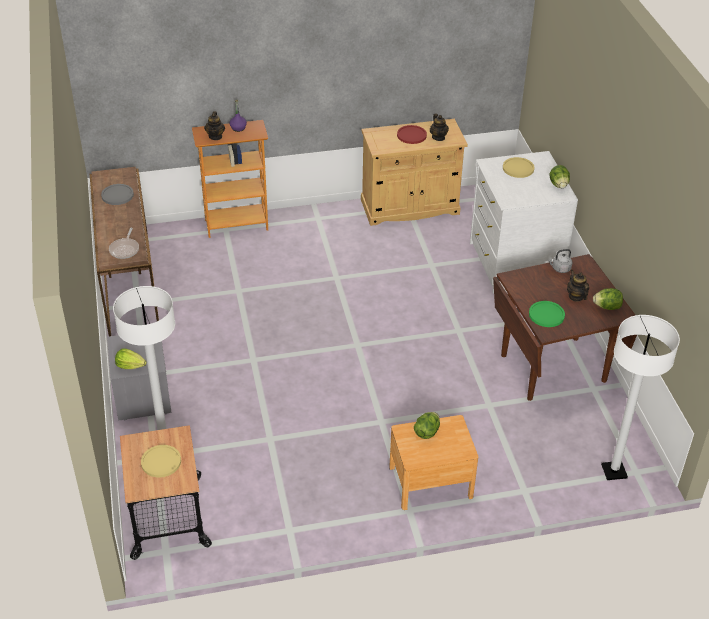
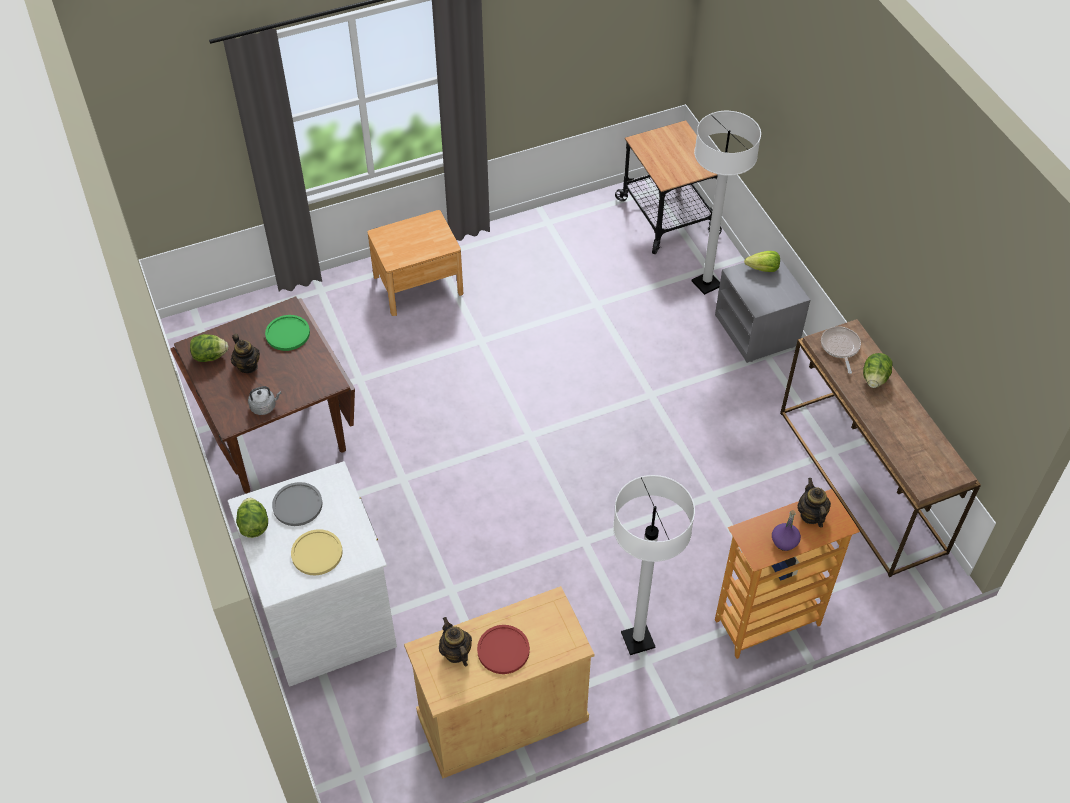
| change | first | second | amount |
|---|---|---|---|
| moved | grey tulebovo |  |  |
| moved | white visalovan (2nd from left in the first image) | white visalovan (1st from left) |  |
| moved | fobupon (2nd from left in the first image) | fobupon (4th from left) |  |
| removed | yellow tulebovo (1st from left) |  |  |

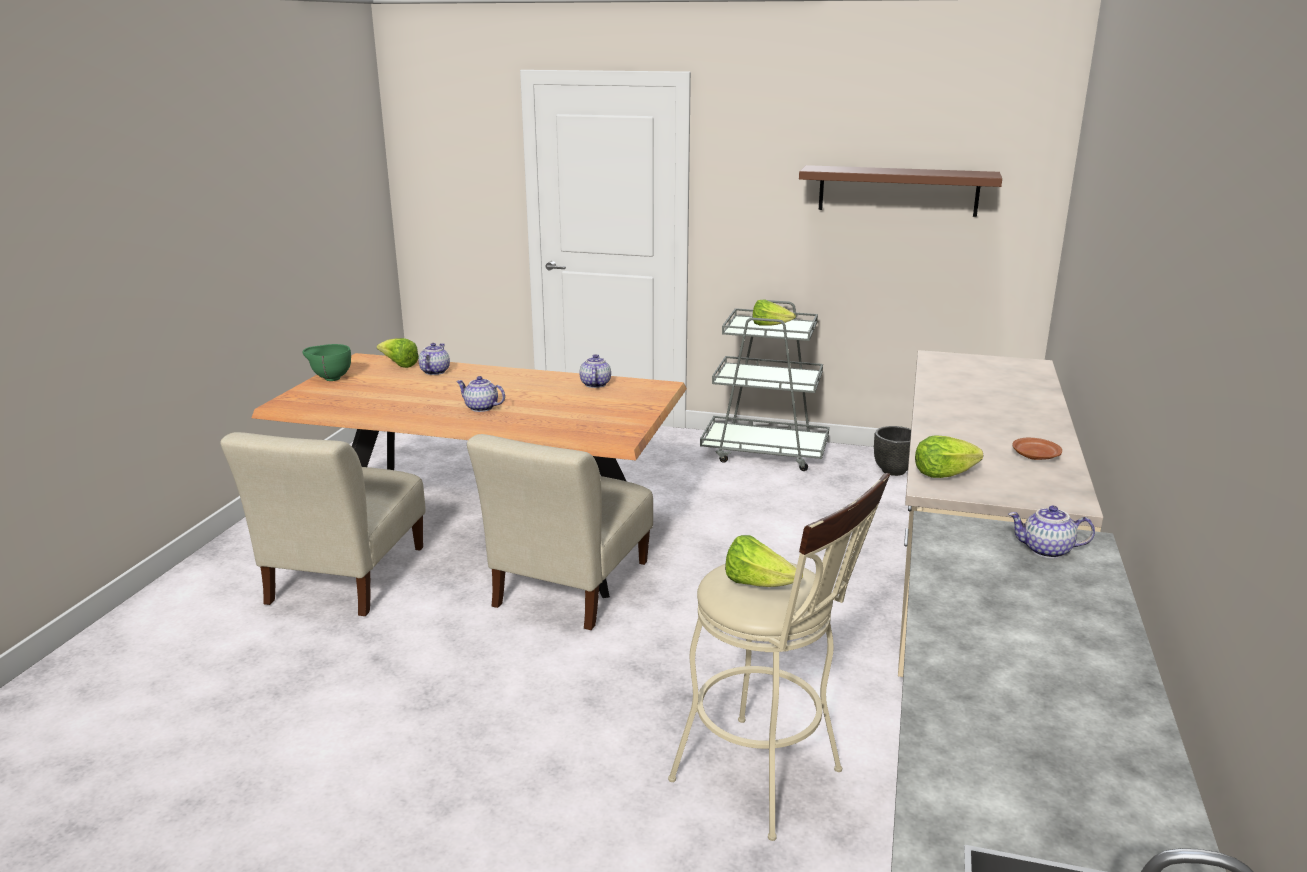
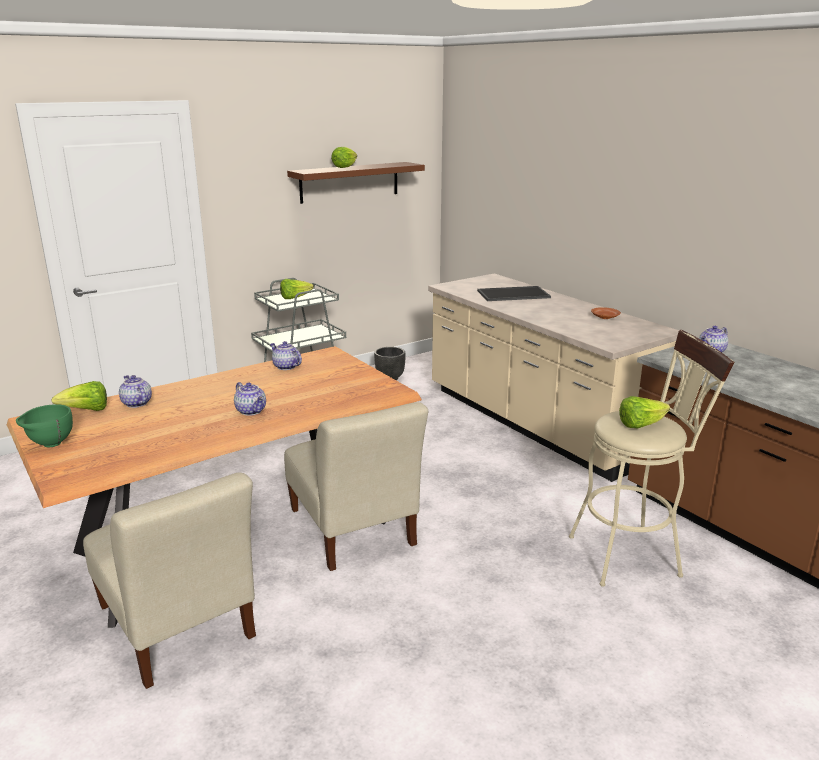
| change | first | second | amount |
|---|---|---|---|
| turned | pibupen (2nd from left) |  | 105 degrees counterclockwise |
| moved | fobupon (4th from left in the first image) | fobupon (3rd from left) |  |
| added |  | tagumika |  |

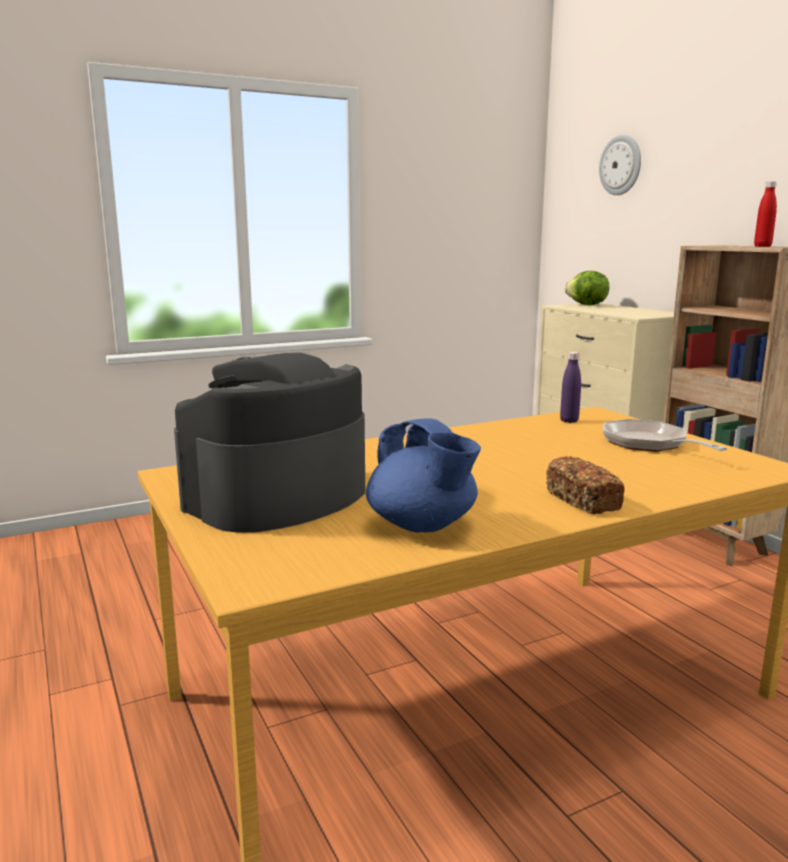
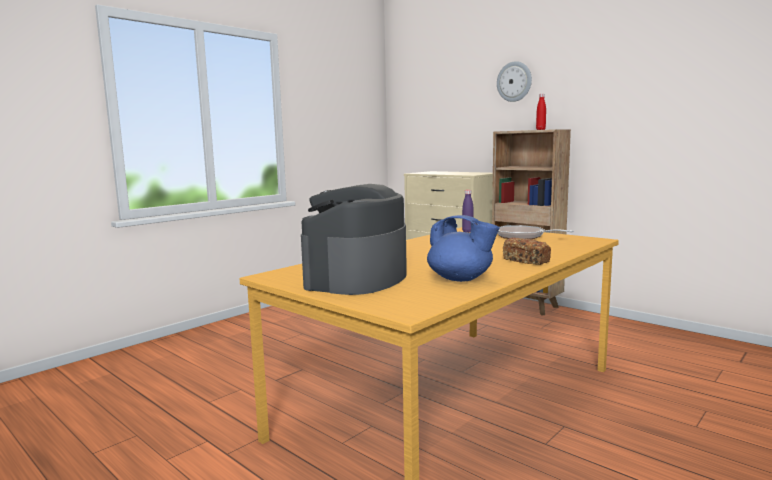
| change | first | second | amount |
|---|---|---|---|
| moved | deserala |  |  |
| removed | fobupon |  |  |

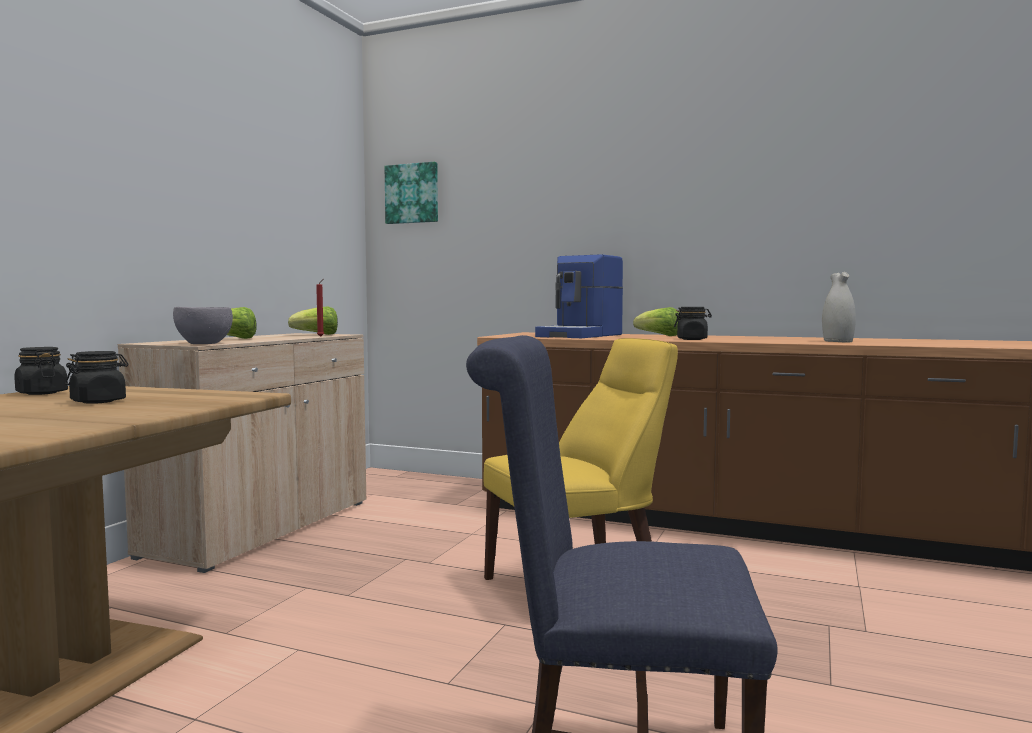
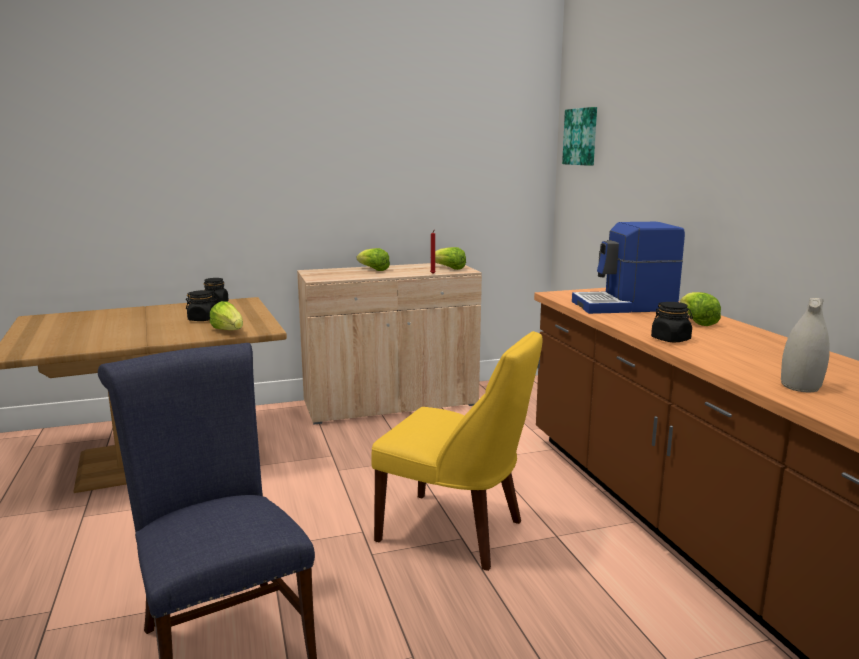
| change | first | second | amount |
|---|---|---|---|
| removed | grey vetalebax |  |  |
| added |  | fobupon (1st from left) |  |

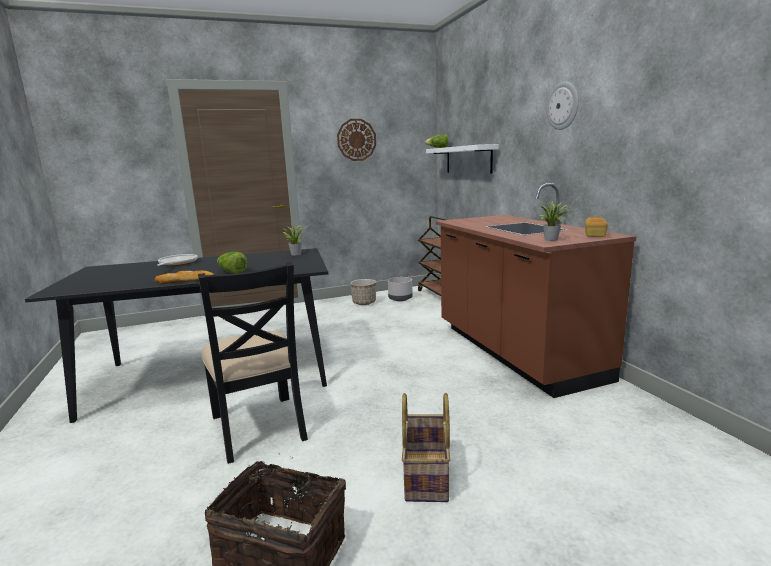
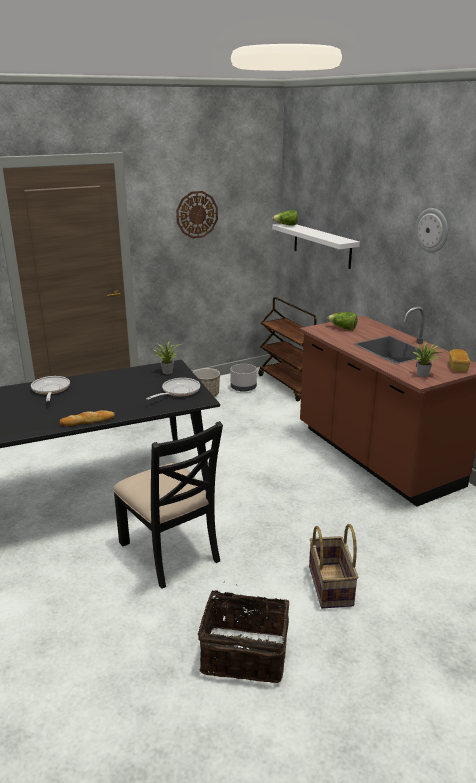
| change | first | second | amount |
|---|---|---|---|
| moved | fobupon (1st from left in the first image) | fobupon (2nd from left) |  |
| added |  | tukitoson (2nd from left) |  |

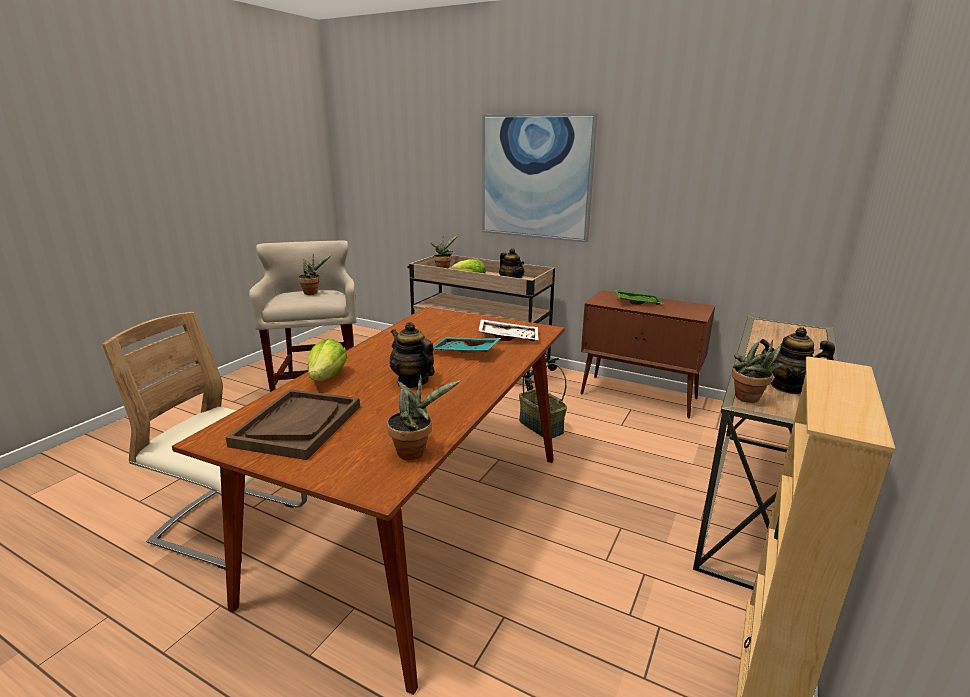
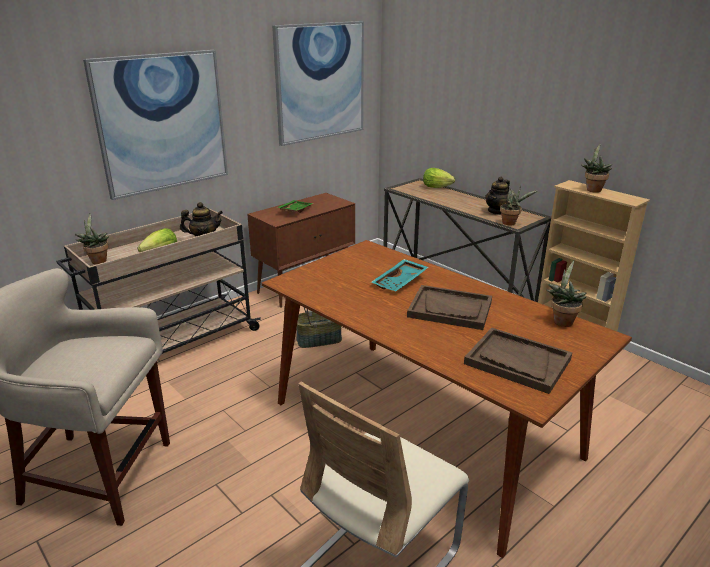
| change | first | second | amount |
|---|---|---|---|
| moved | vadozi (1st from left in the first image) | vadozi (4th from left) |  |
| removed | white tagumika |  |  |
| replaced | pibupen (1st from left) | brown tagumika (1st from left) |  |
| moved | fobupon (1st from left in the first image) | fobupon (2nd from left) |  |
| added |  | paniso (2nd from left) |  |

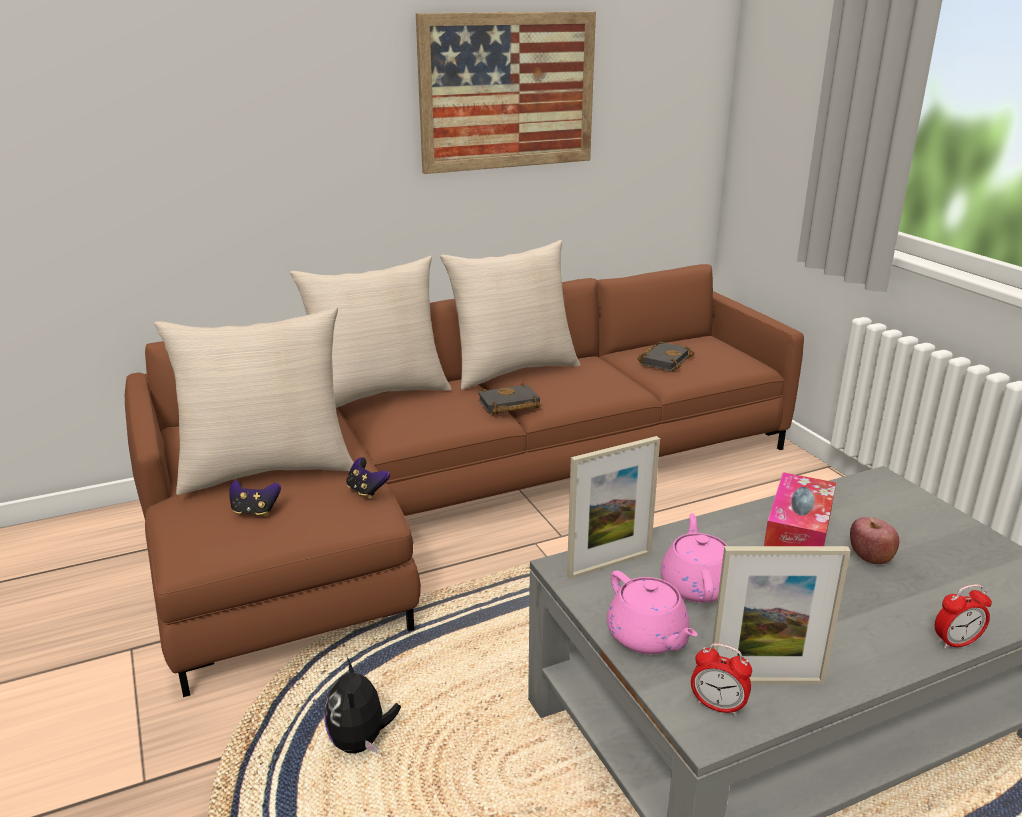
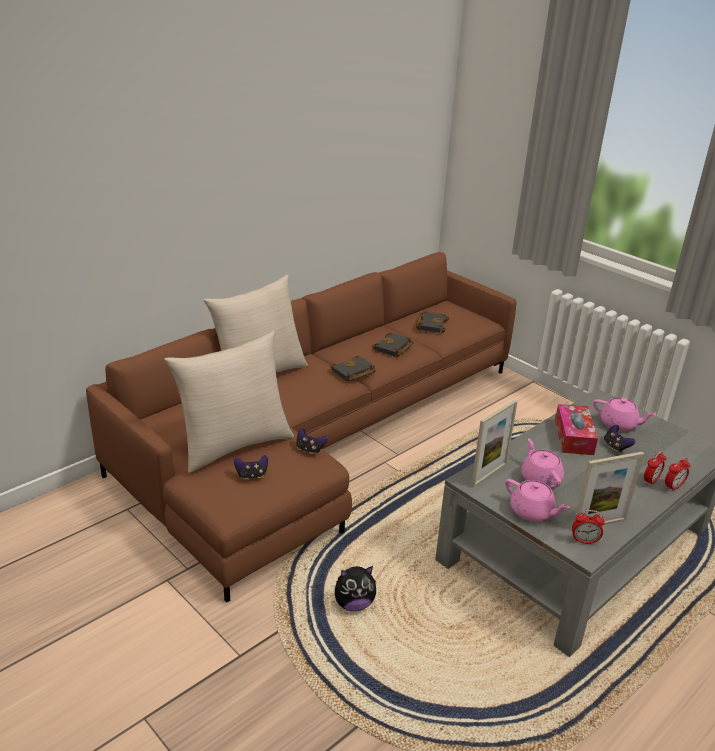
| change | first | second | amount |
|---|---|---|---|
| removed | paniso |  |  |
| removed | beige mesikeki (3rd from left) |  |  |
| replaced | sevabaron | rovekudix (3rd from left) |  |
| turned | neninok |  | 75 degrees counterclockwise |
| added |  | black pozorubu (2nd from left) |  |
| added |  | pink pibupen (3rd from left) |  |
| added |  | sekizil (2nd from left) |  |

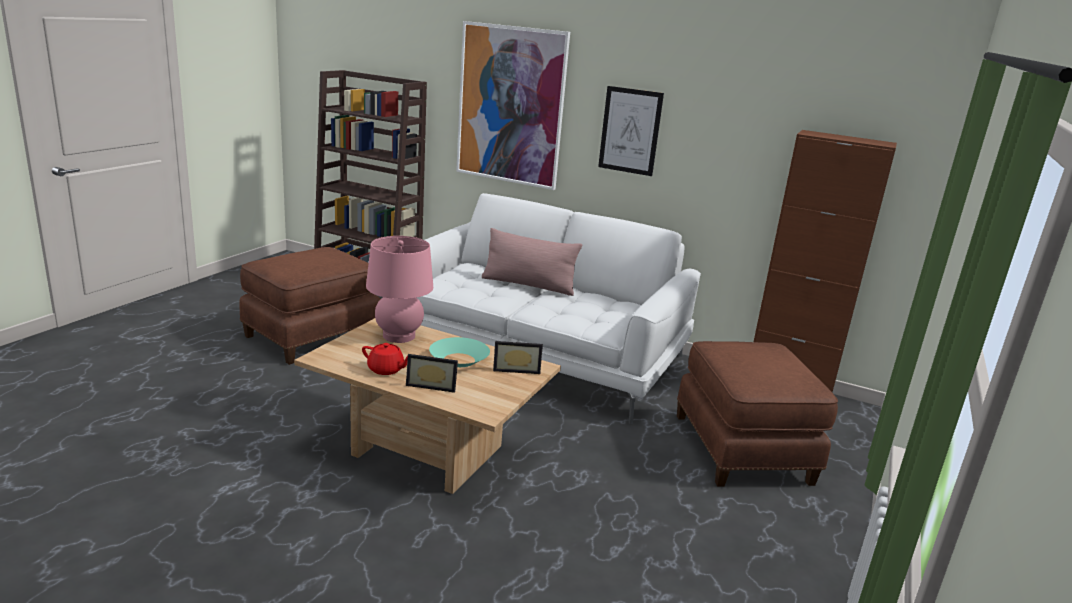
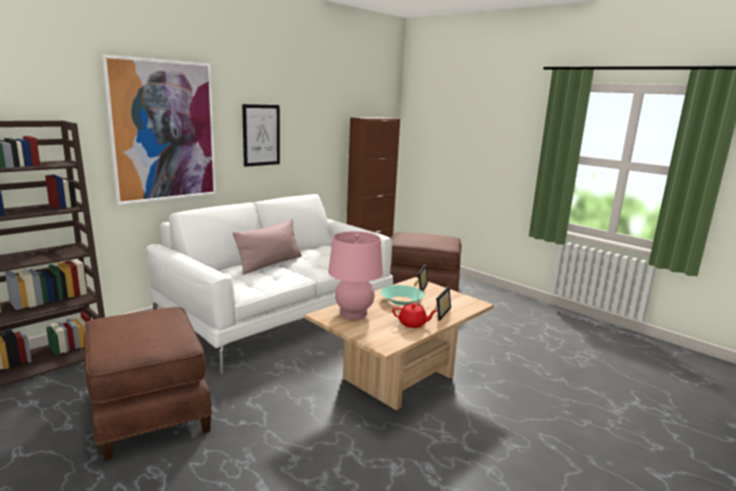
| change | first | second | amount |
|---|---|---|---|
| turned | red pibupen |  | 60 degrees clockwise |

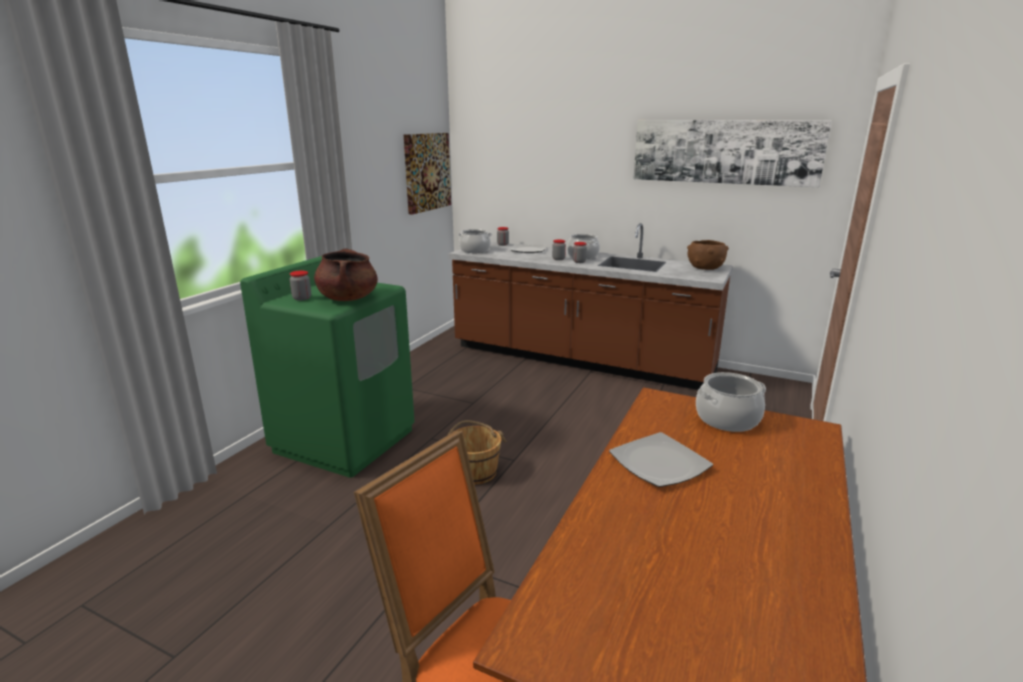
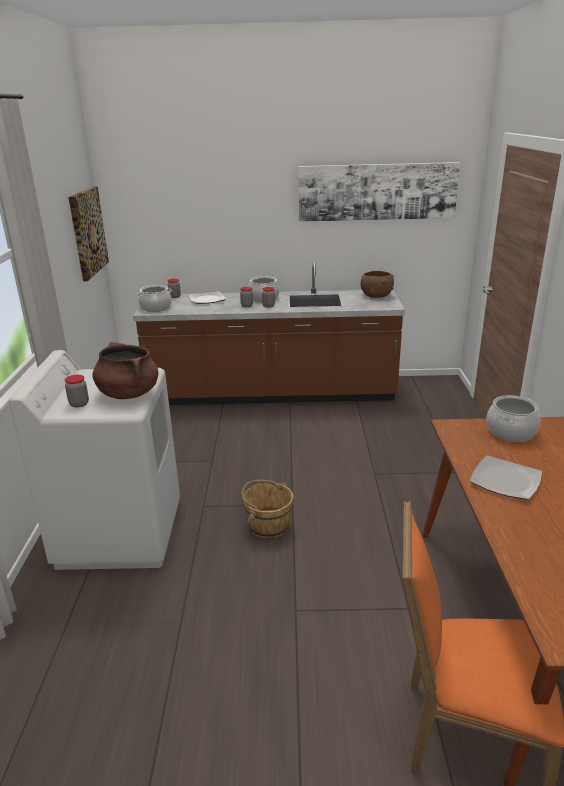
| change | first | second | amount |
|---|---|---|---|
| recoloured | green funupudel | white funupudel |  |

